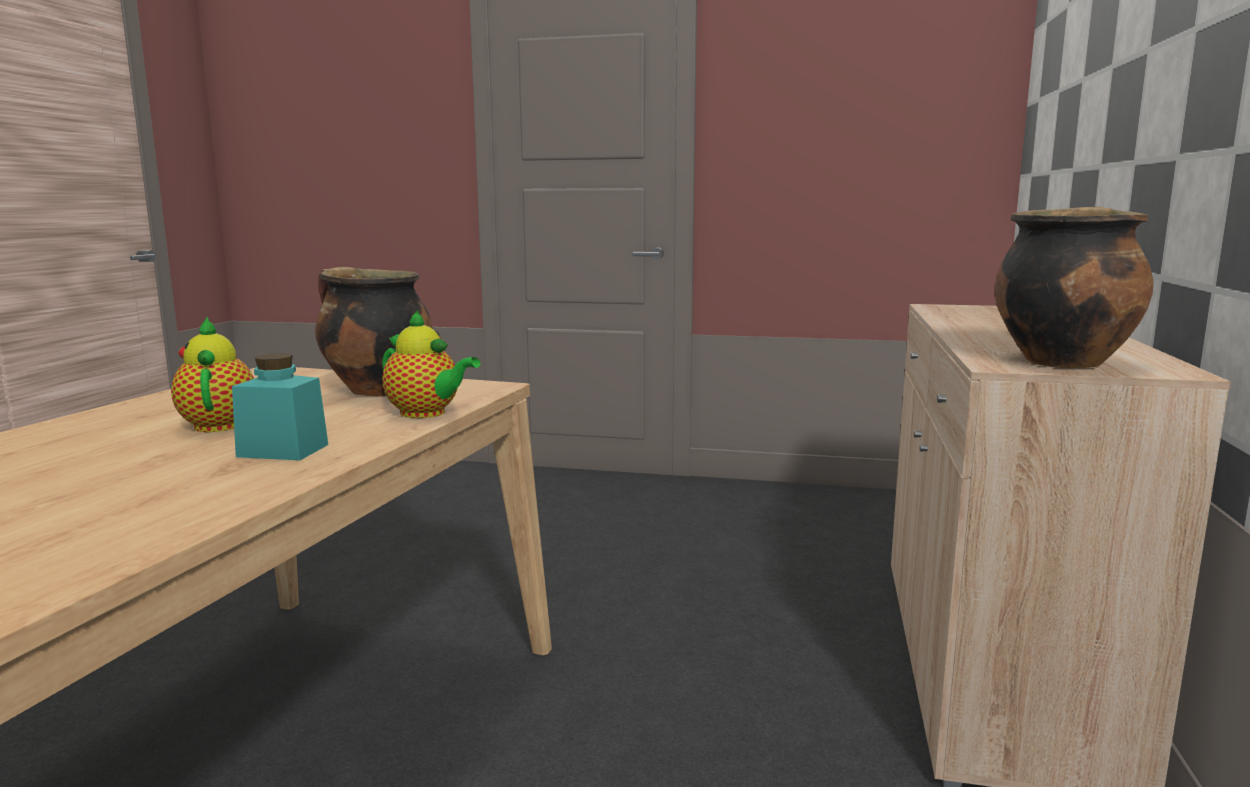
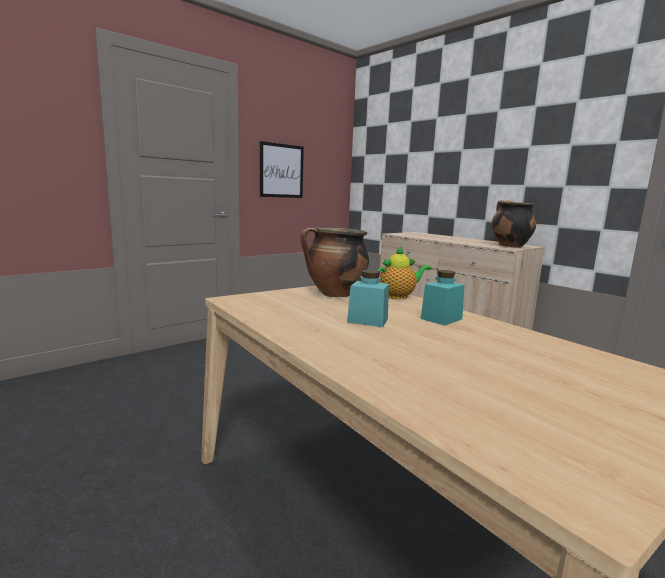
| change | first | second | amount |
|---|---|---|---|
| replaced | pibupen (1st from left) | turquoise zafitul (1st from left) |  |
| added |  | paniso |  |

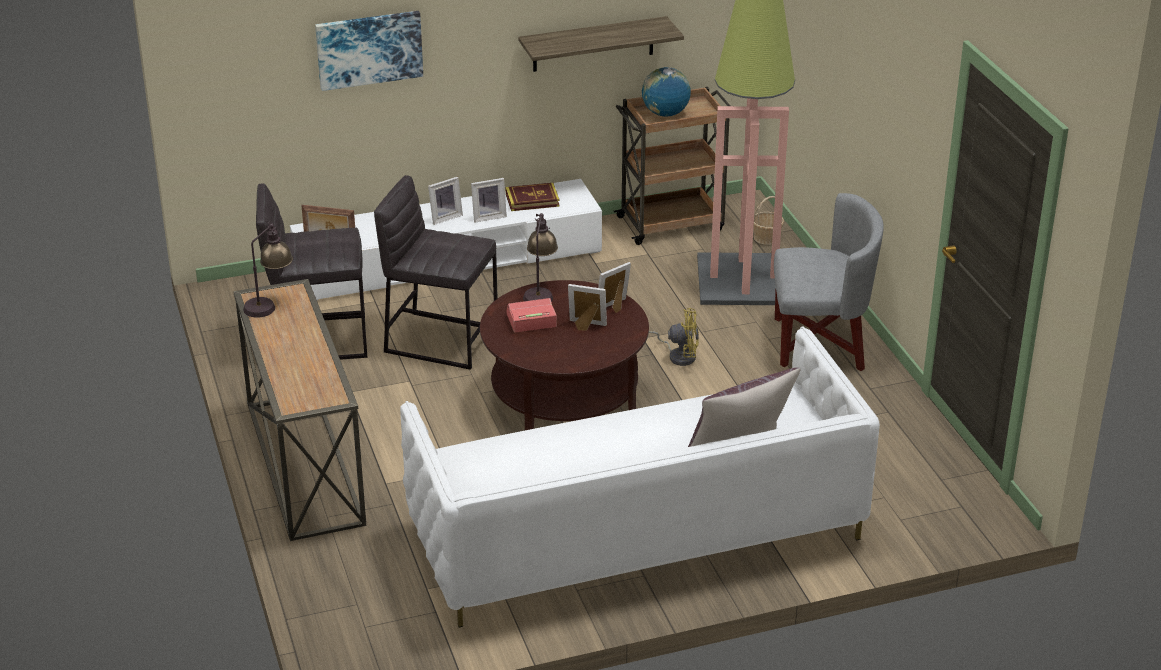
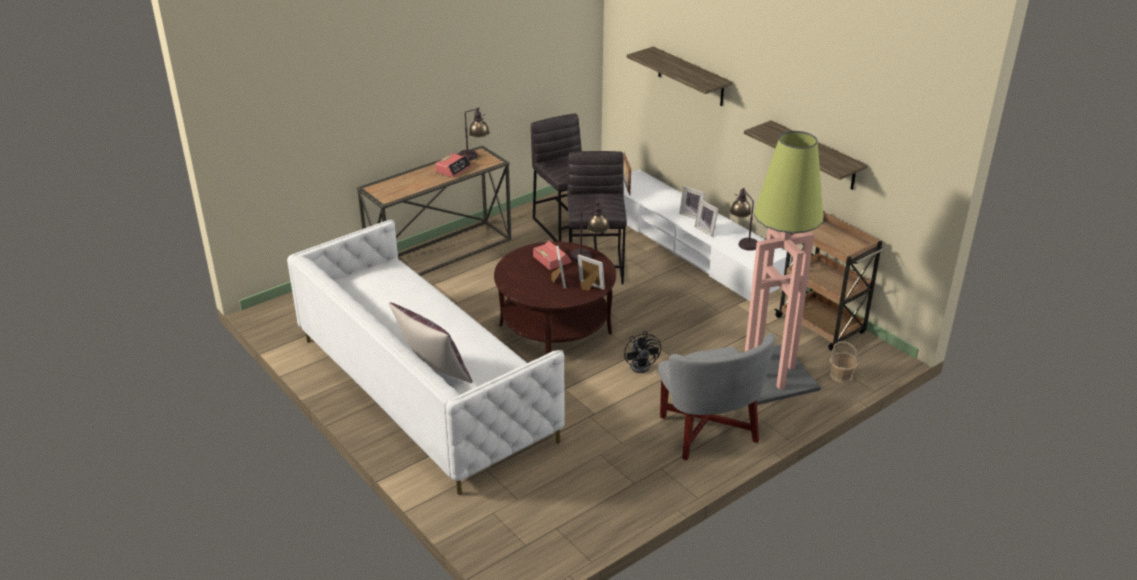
| change | first | second | amount |
|---|---|---|---|
| replaced | paniso | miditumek (1st from left) |  |
| removed | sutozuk |  |  |
| replaced | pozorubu | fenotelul (3rd from left) |  |
| recoloured | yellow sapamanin | black sapamanin |  |
| added |  | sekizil (1st from left) |  |

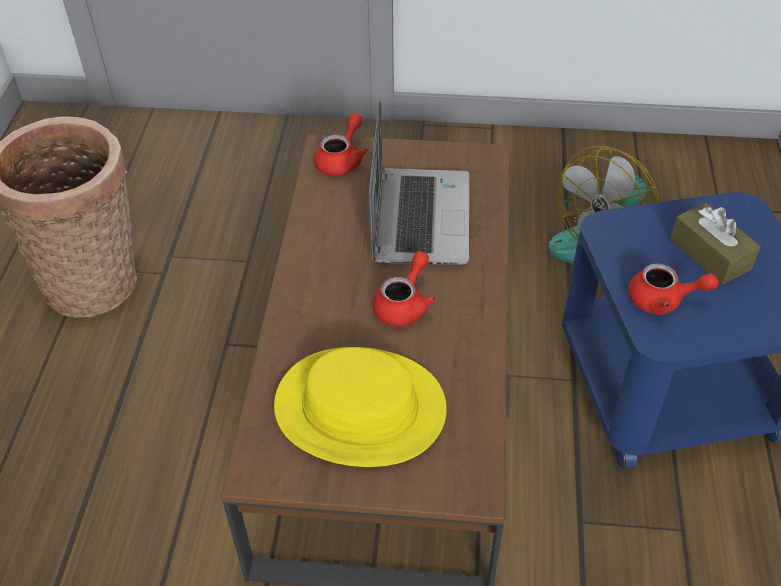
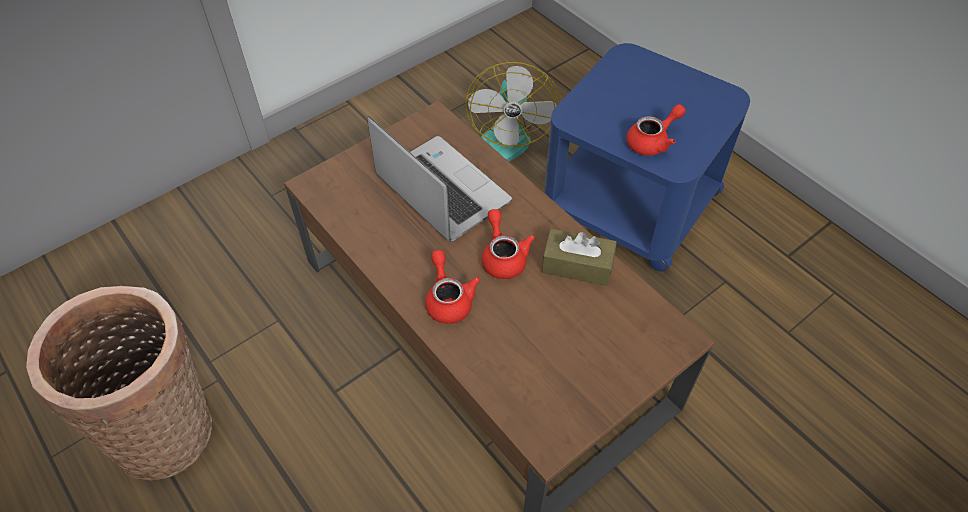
| change | first | second | amount |
|---|---|---|---|
| moved | red pibupen (1st from left) |  |  |
| moved | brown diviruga |  |  |
| removed | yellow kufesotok |  |  |

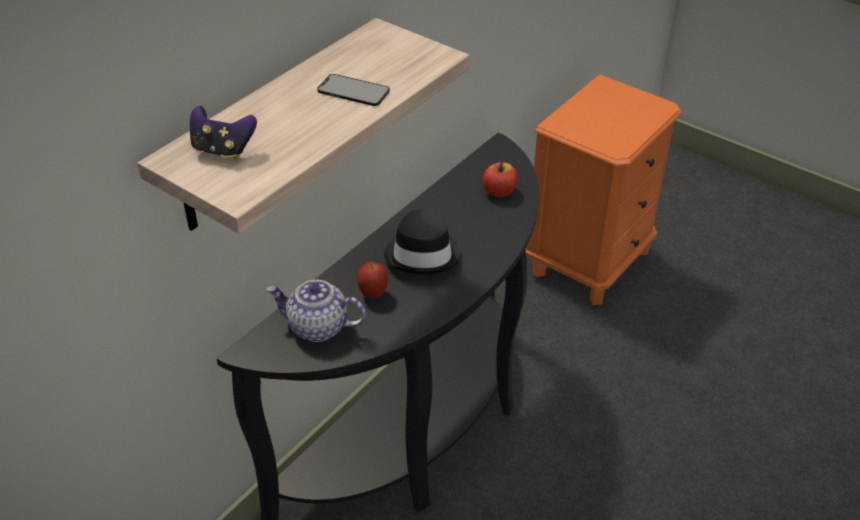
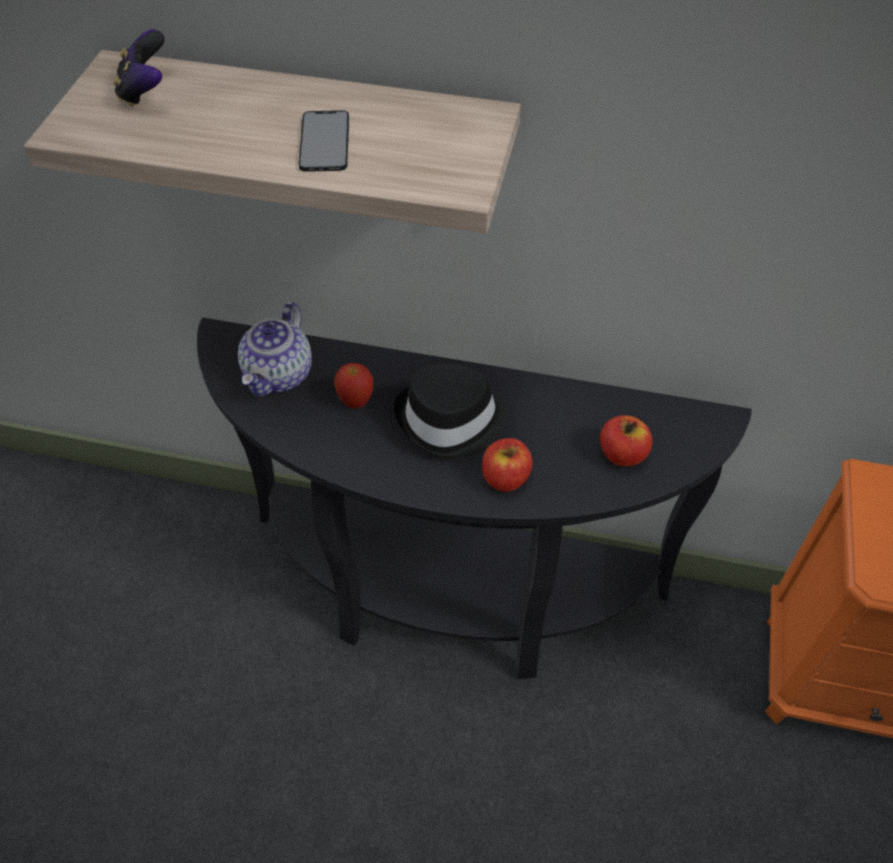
| change | first | second | amount |
|---|---|---|---|
| turned | pibupen |  | 150 degrees counterclockwise |
| added |  | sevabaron (2nd from left) |  |

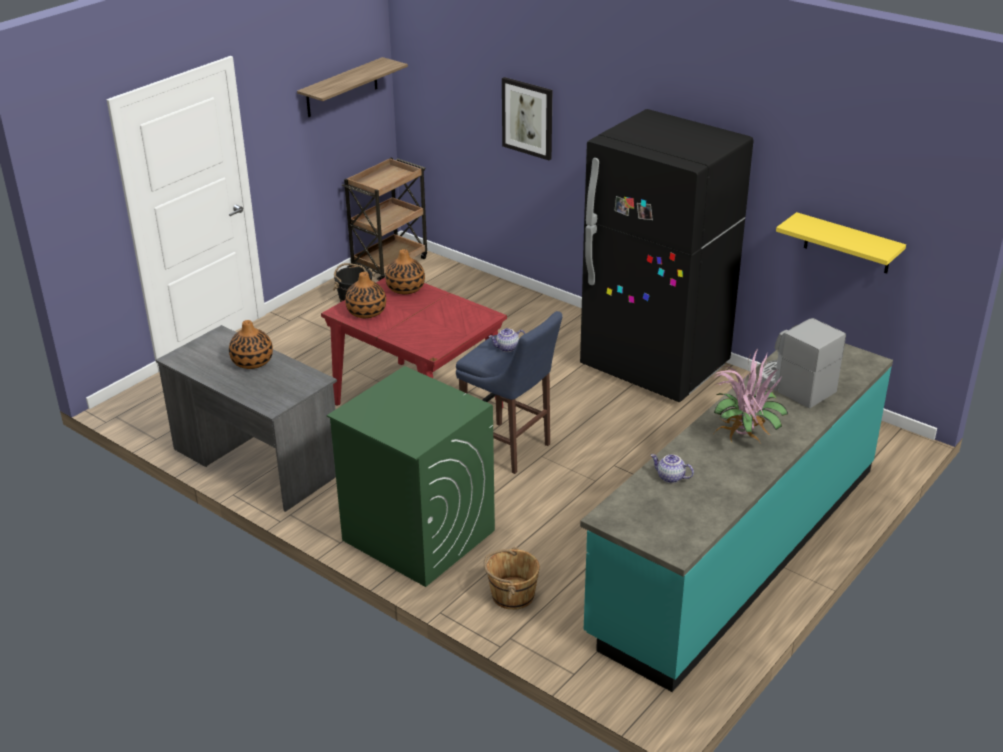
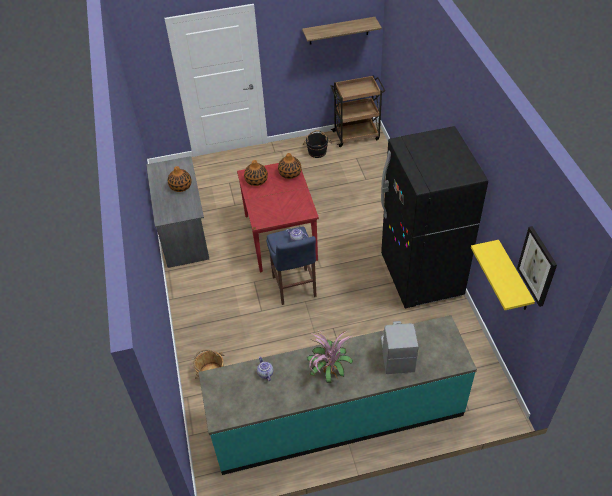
| change | first | second | amount |
|---|---|---|---|
| moved | paniso |  |  |
| removed | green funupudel |  |  |

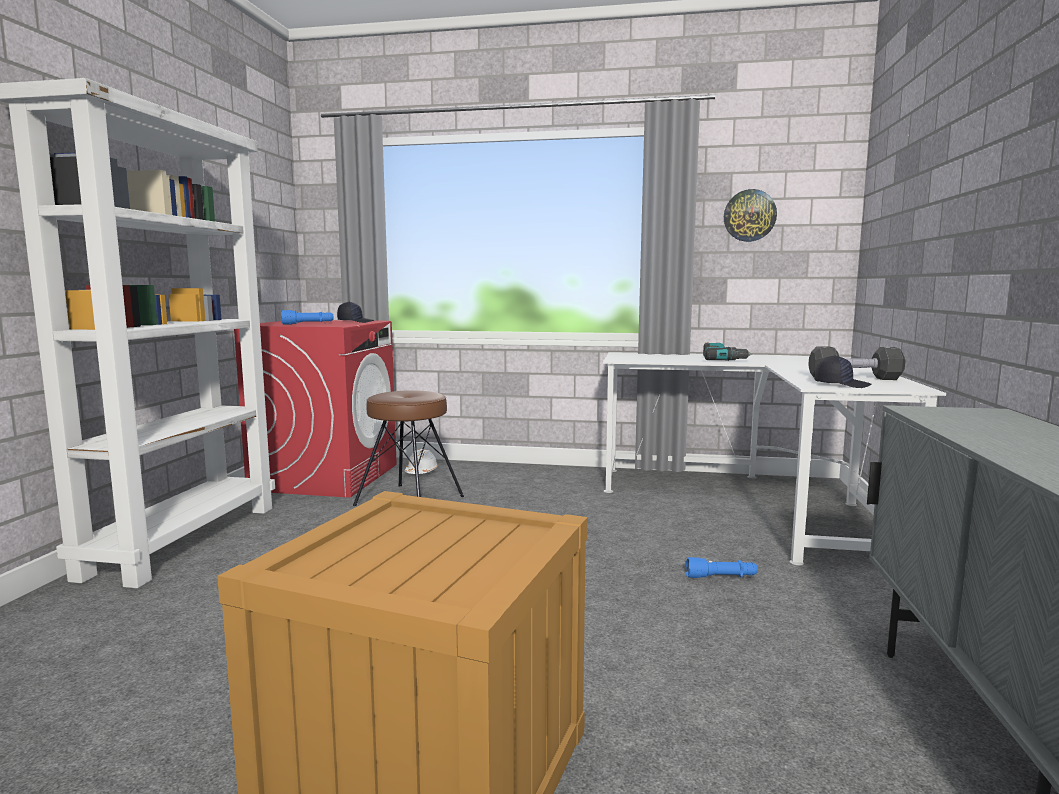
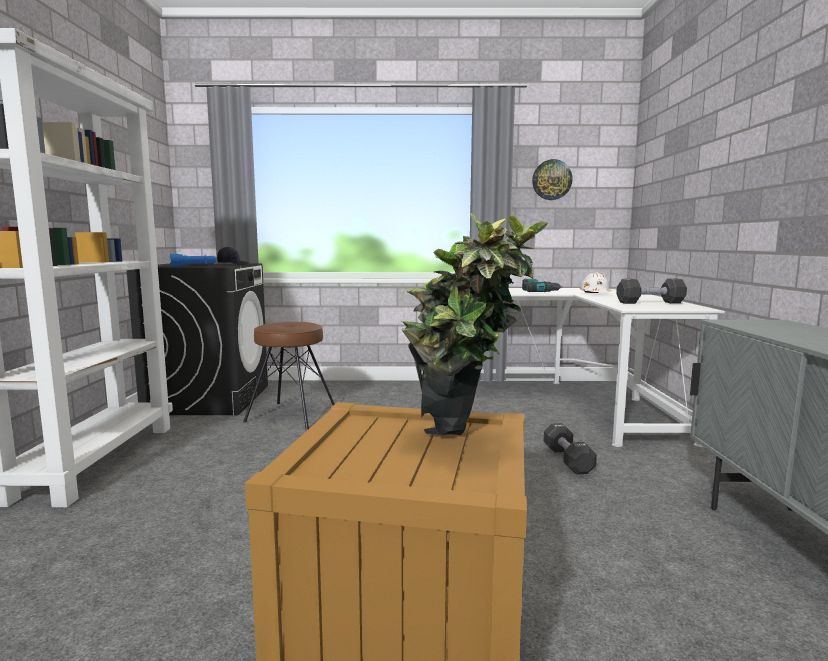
| change | first | second | amount |
|---|---|---|---|
| recoloured | red funupudel | black funupudel |  |
| removed | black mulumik (2nd from left) |  |  |
| moved | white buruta |  |  |
| replaced | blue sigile (2nd from left) | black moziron (1st from left) |  |
| added |  | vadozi |  |

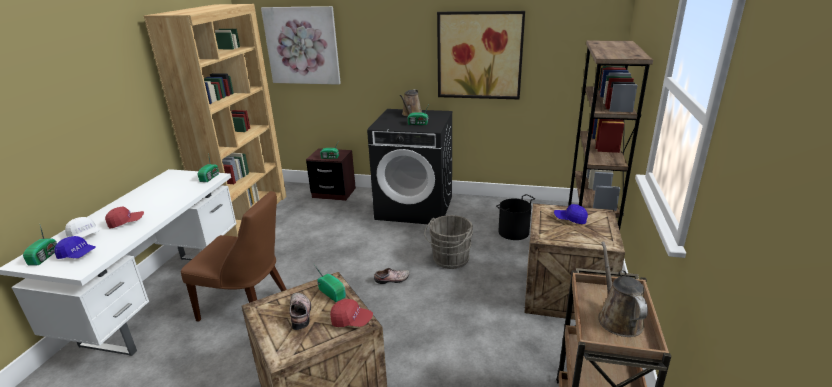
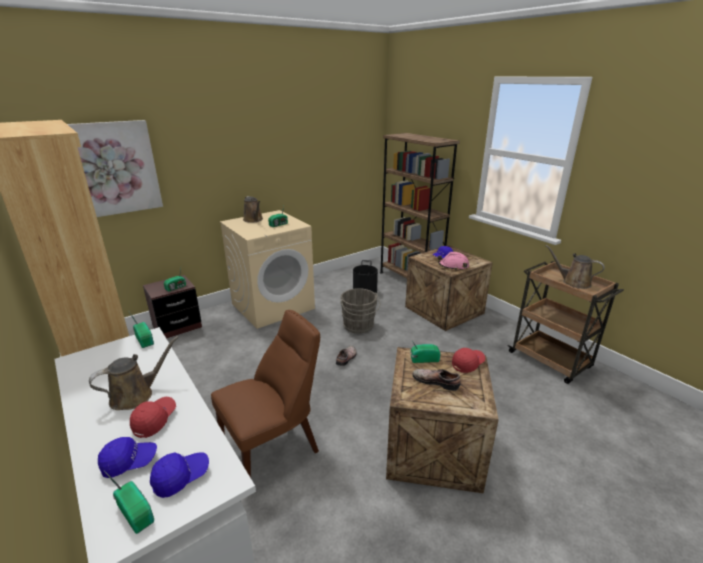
| change | first | second | amount |
|---|---|---|---|
| removed | paniso (2nd from left) |  |  |
| recoloured | black funupudel | beige funupudel |  |
| recoloured | white mulumik | blue mulumik (1st from left) |  |
| added |  | pink buruta |  |
| added |  | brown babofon (1st from left) |  |

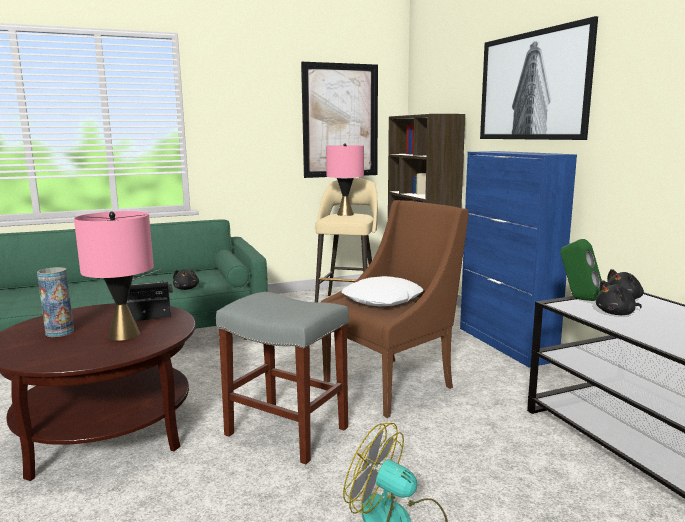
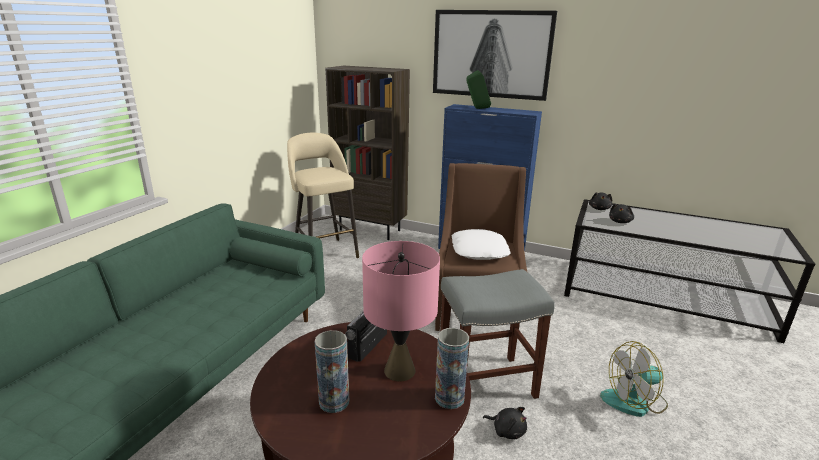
| change | first | second | amount |
|---|---|---|---|
| removed | paniso (1st from left) |  |  |
| removed | pink fenotelul (2nd from left) |  |  |
| moved | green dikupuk |  |  |
| moved | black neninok (1st from left) |  |  |
| added |  | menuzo (2nd from left) |  |

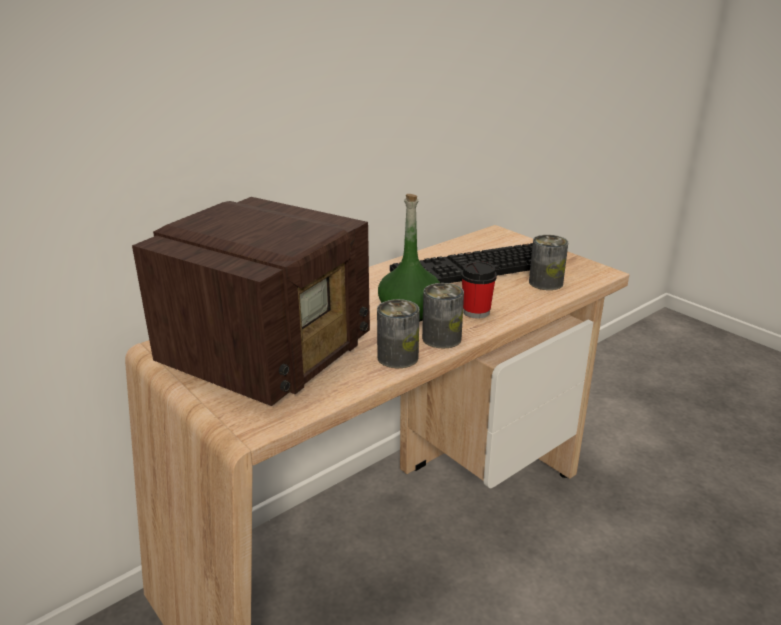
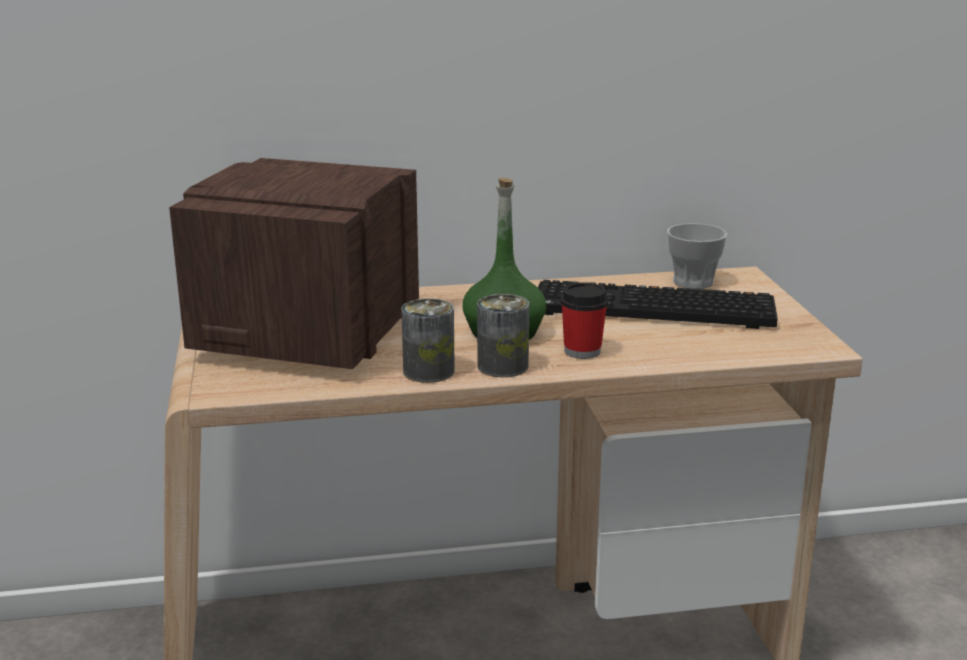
| change | first | second | amount |
|---|---|---|---|
| turned | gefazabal |  | 135 degrees clockwise |
| removed | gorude (3rd from left) |  |  |
| added |  | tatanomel (2nd from left) |  |

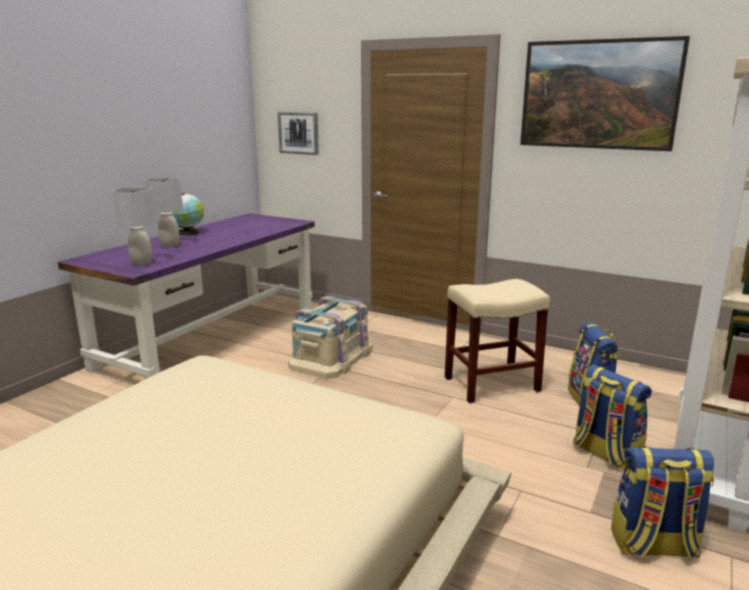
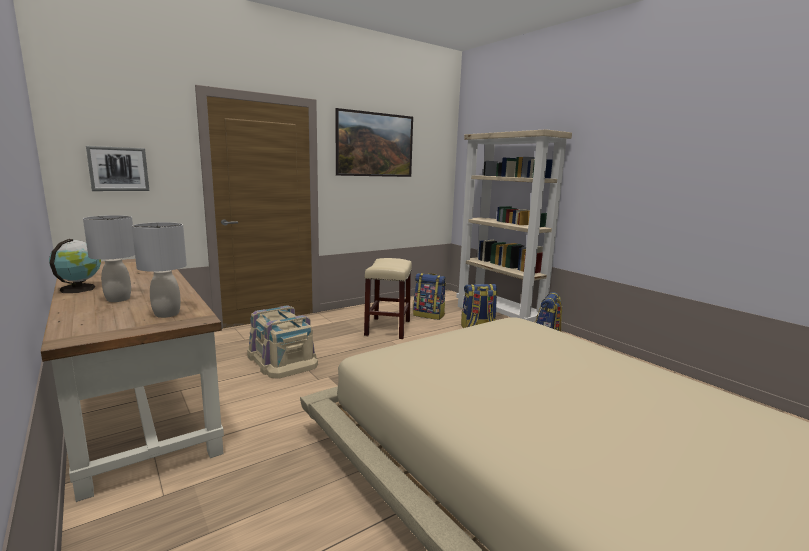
| change | first | second | amount |
|---|---|---|---|
| recoloured | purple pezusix | brown pezusix |  |

